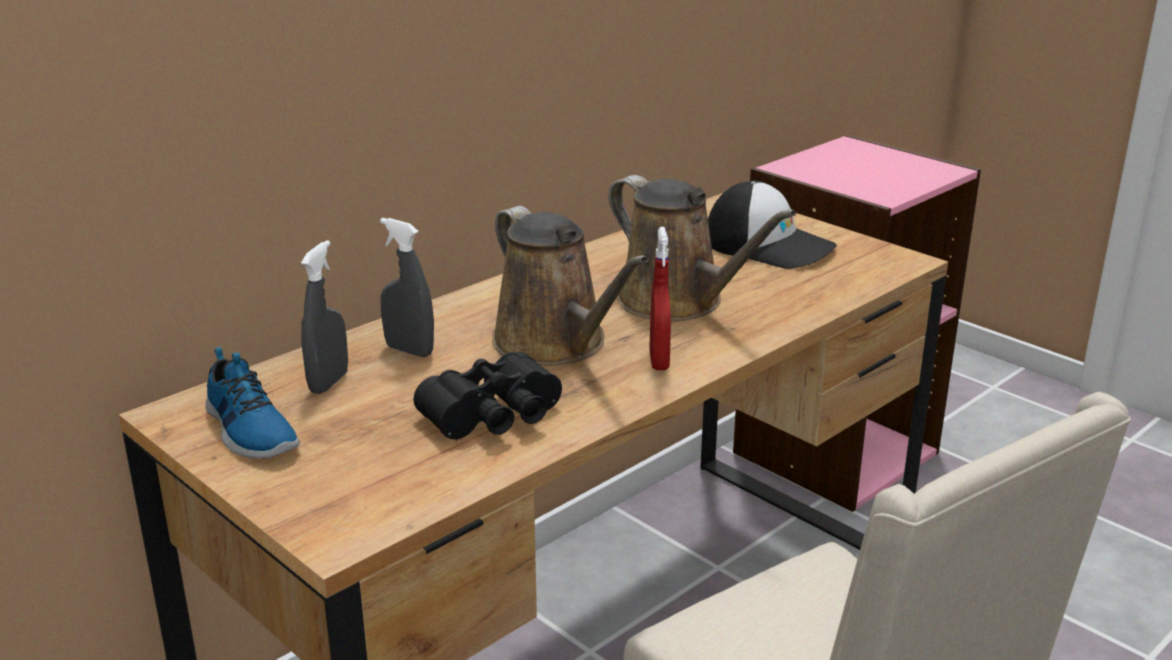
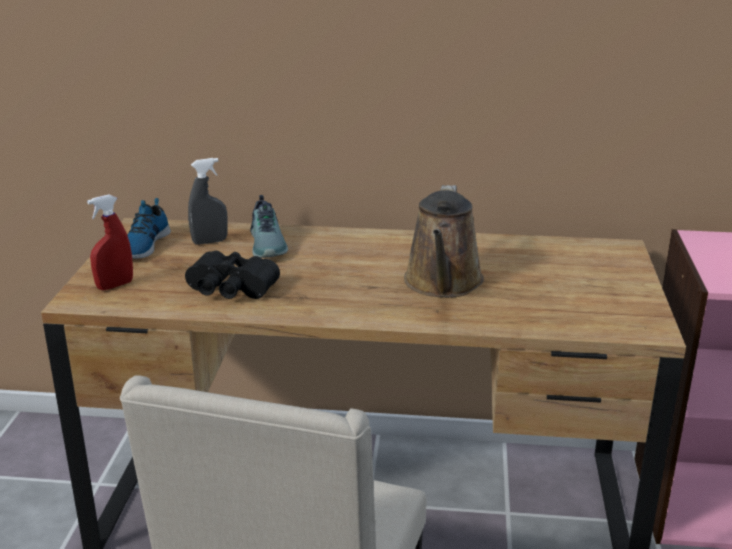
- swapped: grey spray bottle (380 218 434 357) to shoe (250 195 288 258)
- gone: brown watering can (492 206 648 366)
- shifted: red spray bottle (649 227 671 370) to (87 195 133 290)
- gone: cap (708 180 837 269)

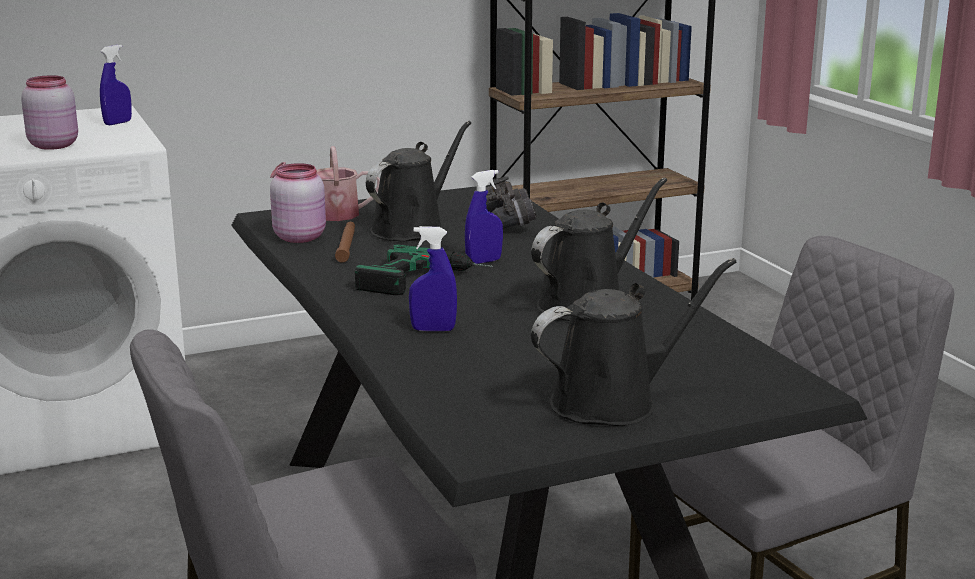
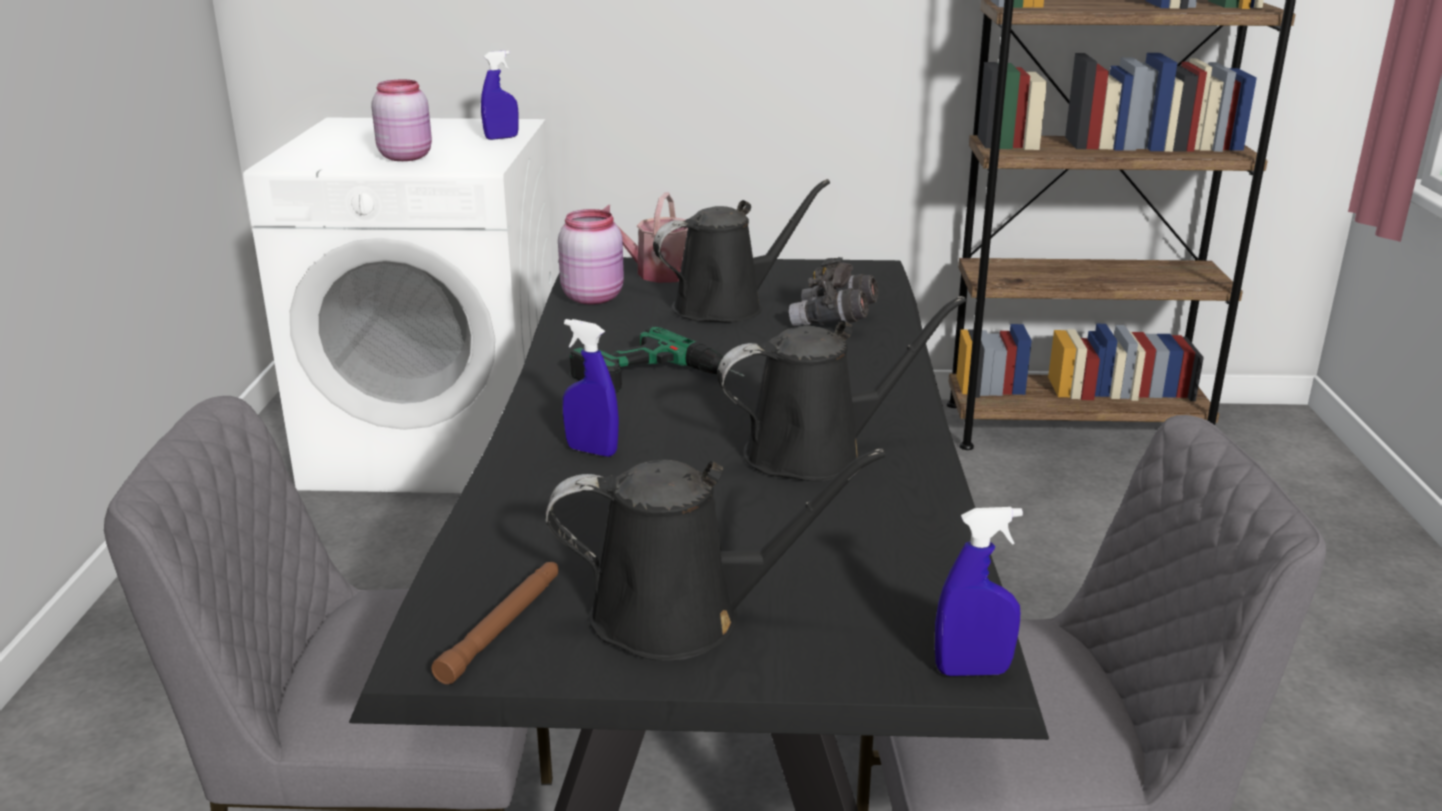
- shifted: brown flashlight (335 222 355 263) to (432 562 559 684)
- shifted: blue spray bottle (465 170 503 264) to (935 507 1023 676)

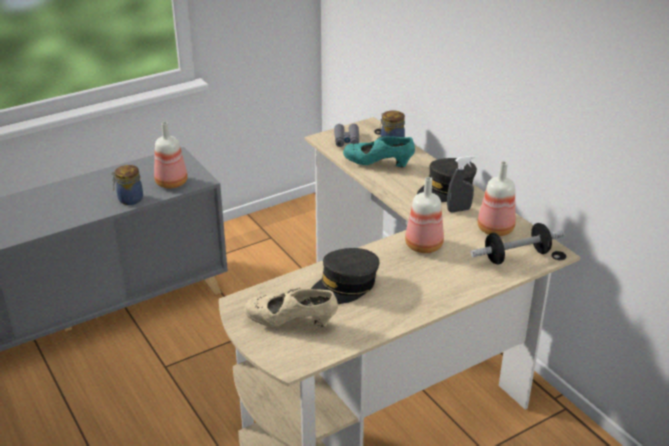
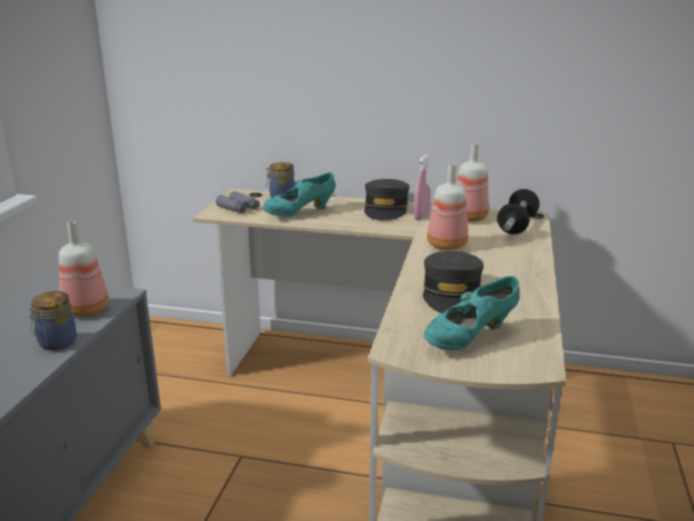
- repainted: beige shoe (244 288 338 327) to turquoise shoe (424 276 520 350)
- repainted: grey spray bottle (447 156 474 212) to pink spray bottle (414 154 431 220)

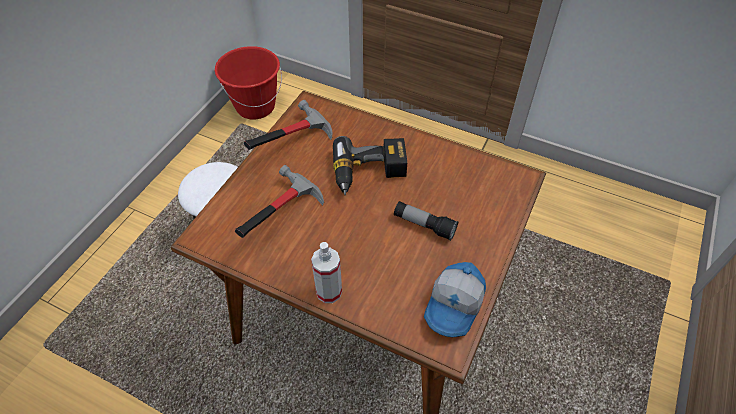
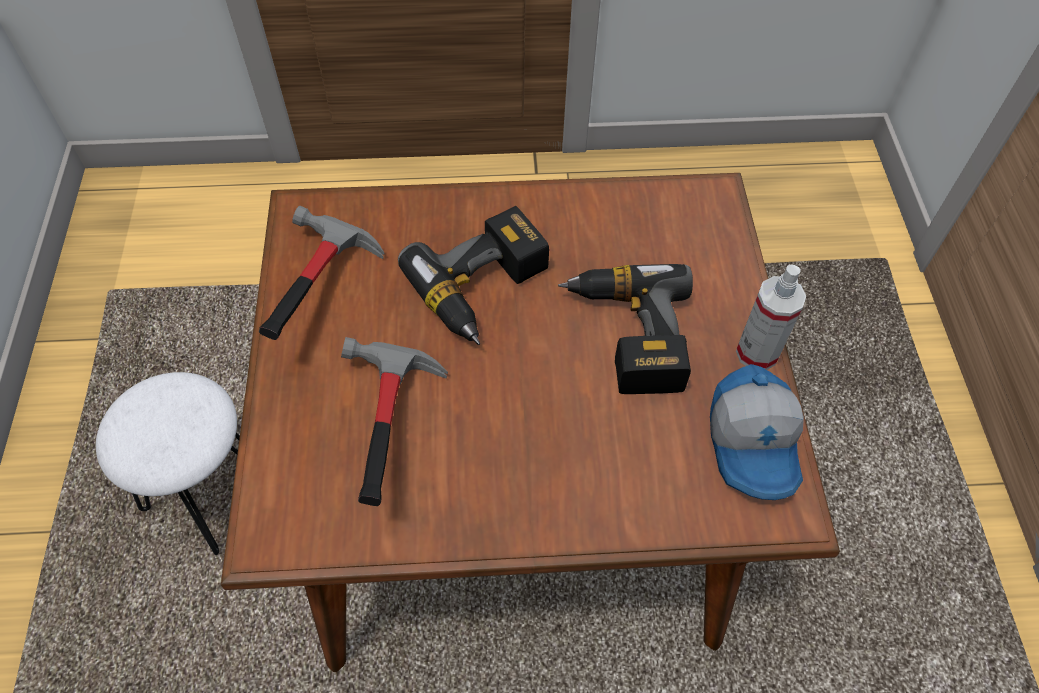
- gone: red bucket (215 46 282 120)
- shifted: spray bottle (311 242 342 303) to (736 265 806 370)
- swapped: flashlight (394 201 458 241) to power drill (558 264 693 394)

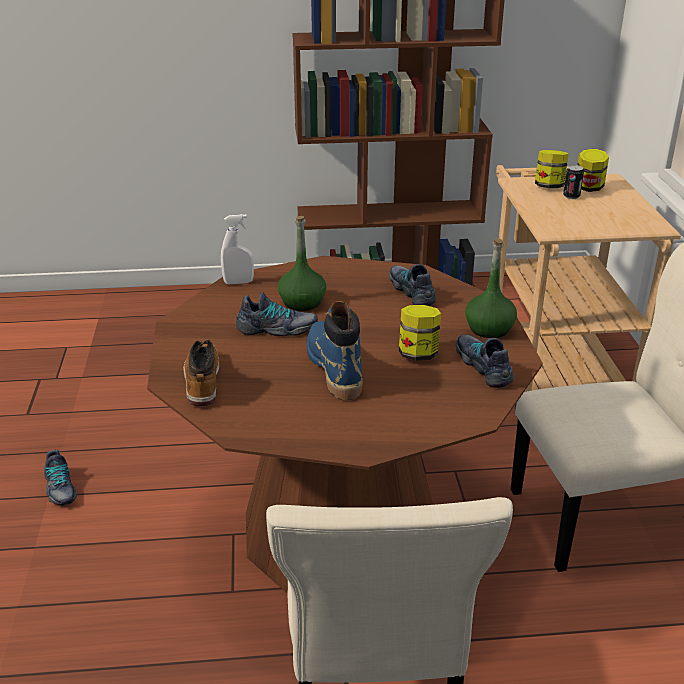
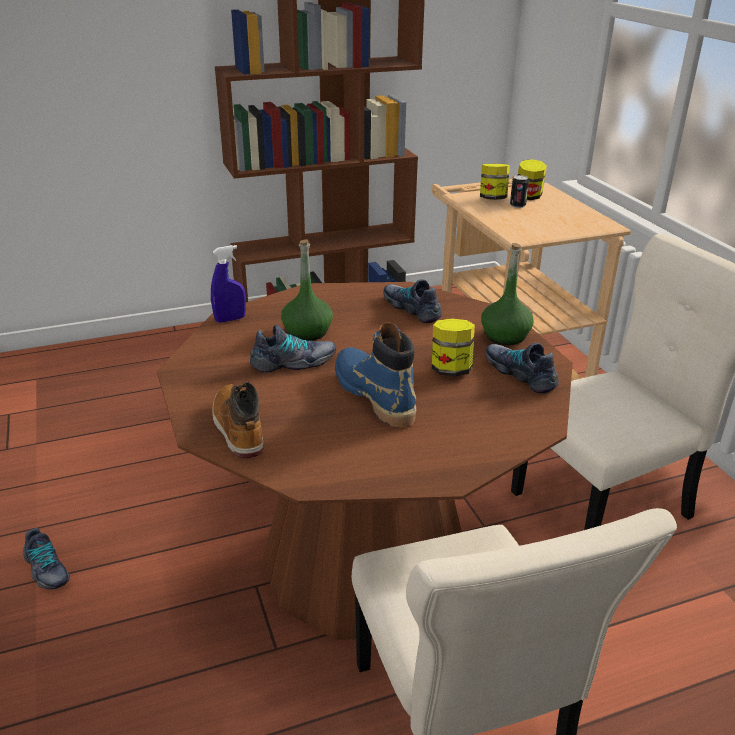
- repainted: white spray bottle (221 214 254 284) to blue spray bottle (211 245 246 323)

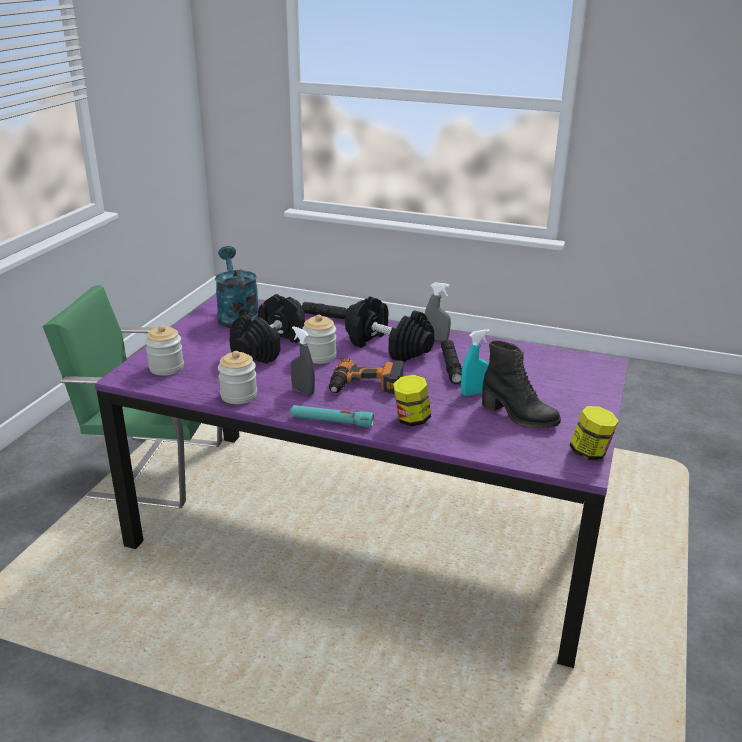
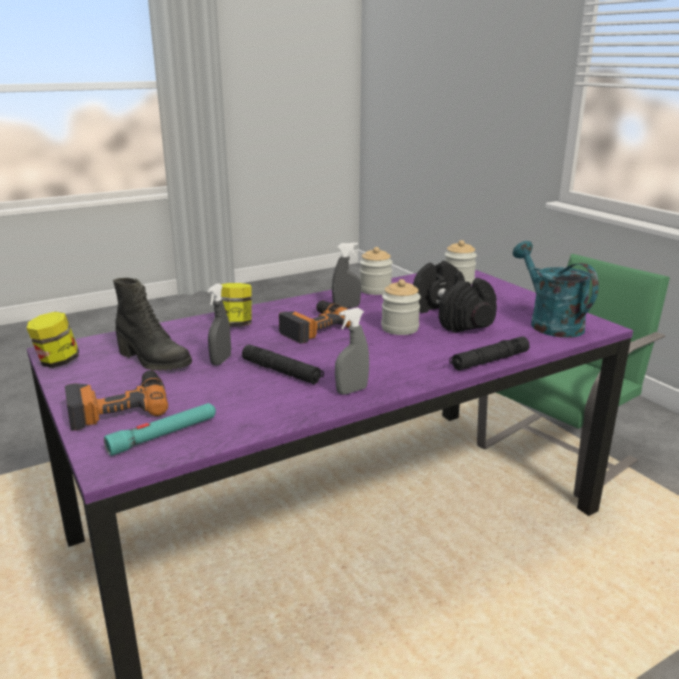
- rotated: turquoise watering can (215 246 258 328) = (513 241 599 338) 135 degrees counterclockwise
- shifted: turquoise flashlight (290 405 374 428) to (104 403 216 456)
- gone: black dumbbell (345 296 434 362)
- repainted: turquoise spray bottle (461 329 490 396) to grey spray bottle (208 283 231 366)
- rotated: black boot (482 341 561 428) = (113 278 192 371) 135 degrees counterclockwise
- new: power drill (65 370 168 431)

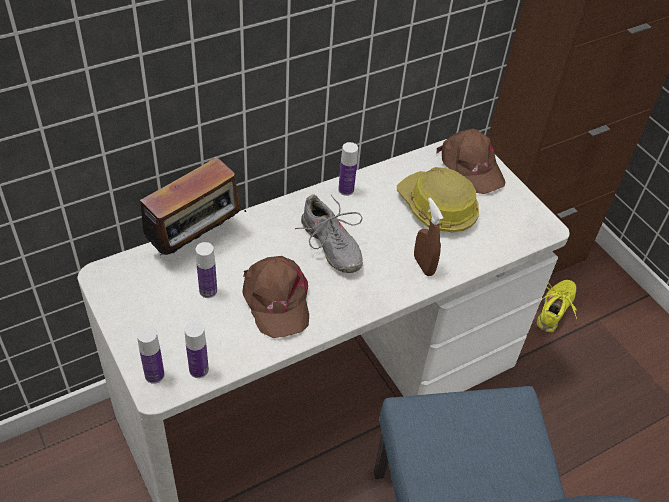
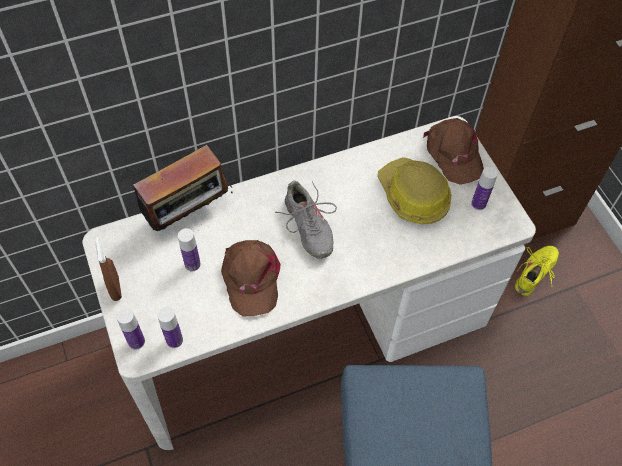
- shifted: bottle (338 142 358 196) to (471 166 498 210)
- shifted: brown spray bottle (414 198 443 276) to (95 237 122 301)

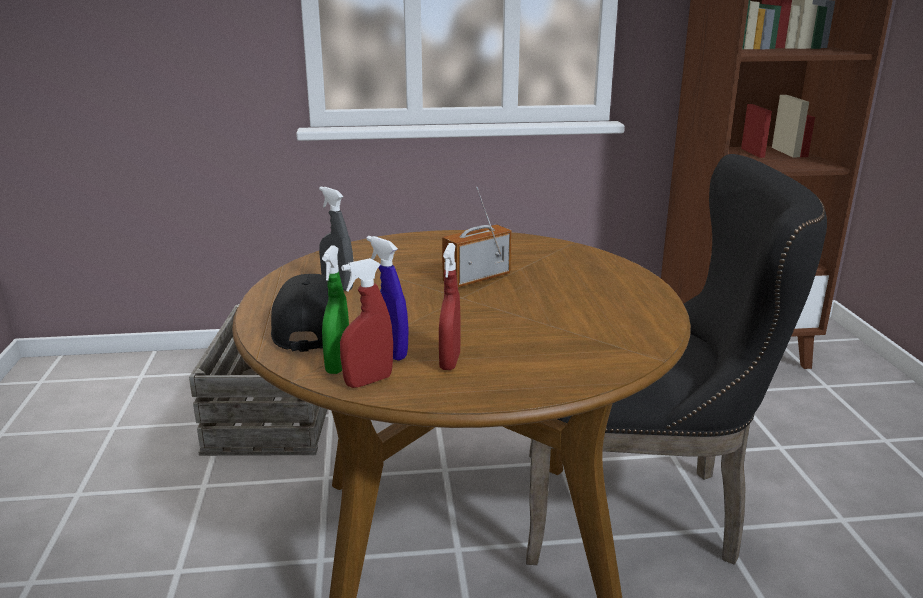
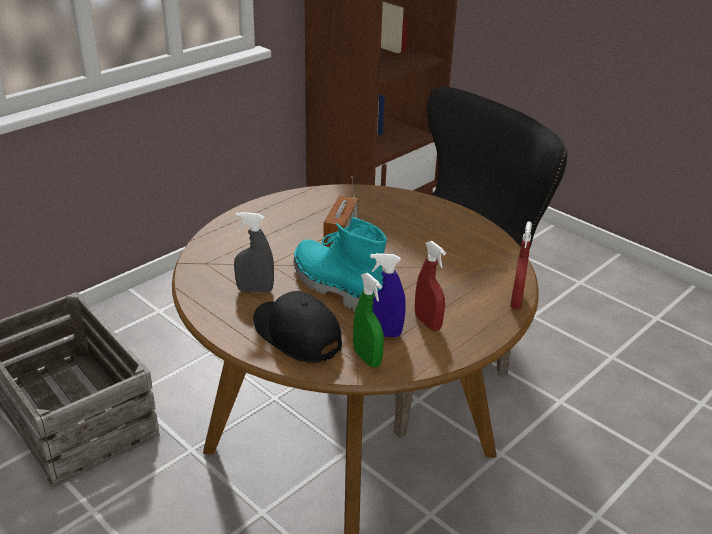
- shifted: red spray bottle (340 258 393 388) to (510 222 532 309)
- new: turquoise boot (294 217 387 312)

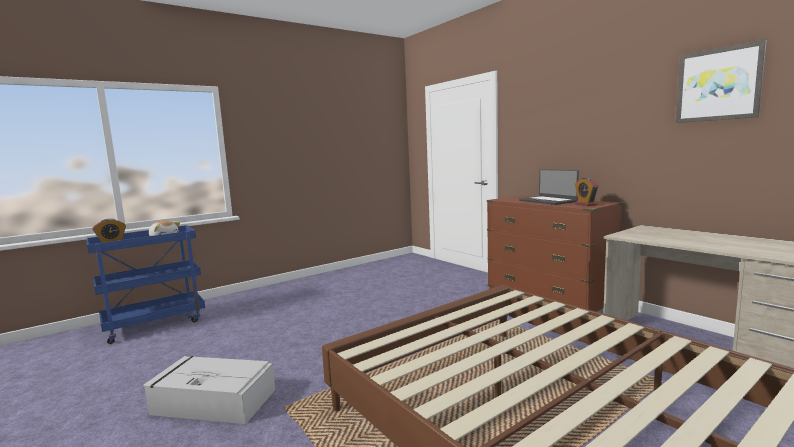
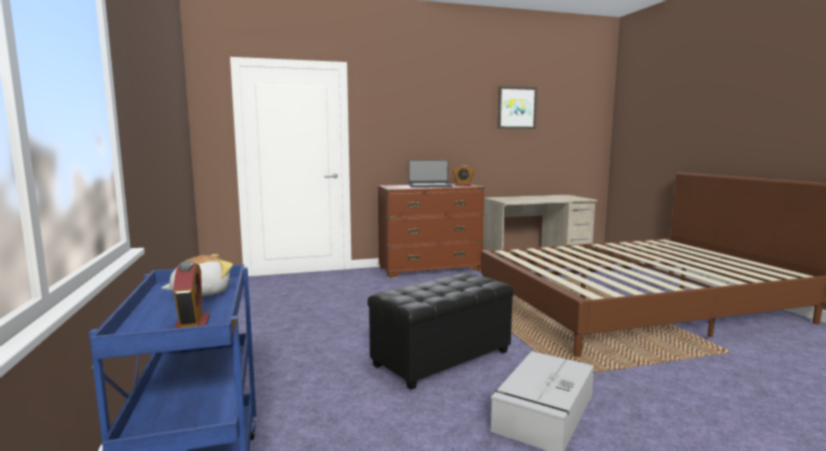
- new: black ottoman (368 273 514 390)

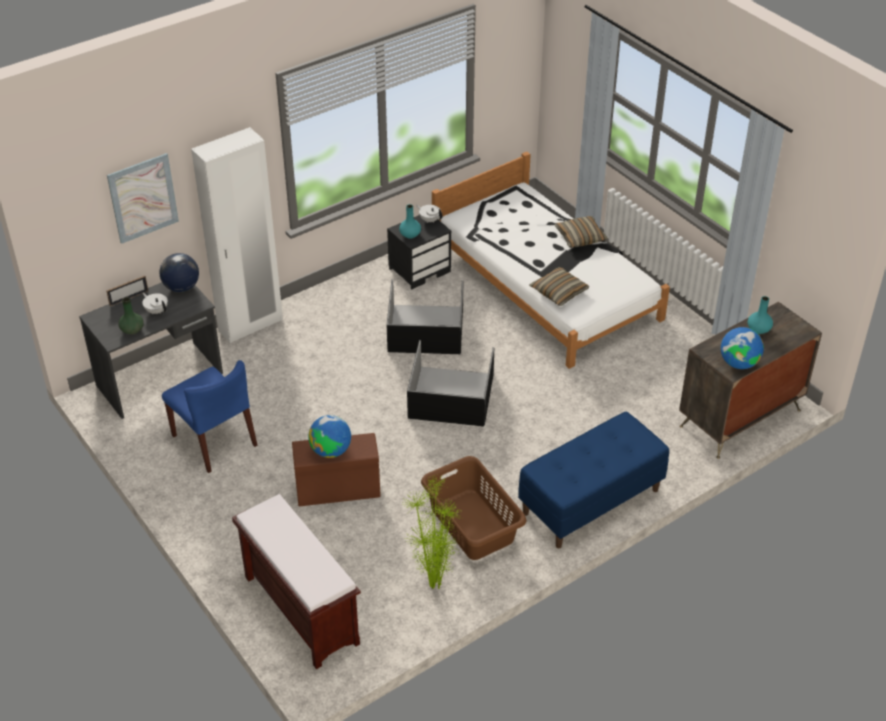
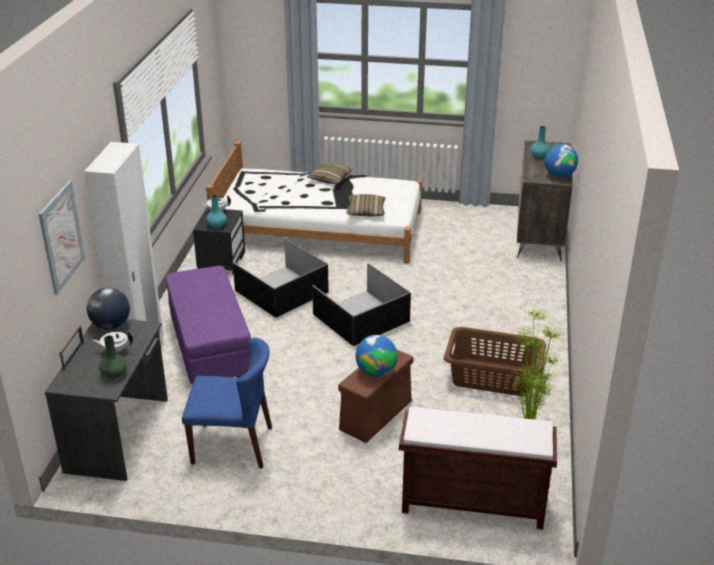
- gone: blue bench (518 412 669 548)
- new: purple ottoman (165 266 251 385)

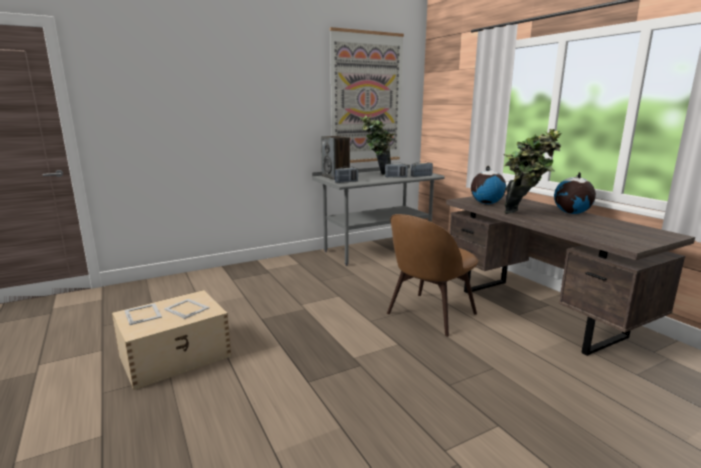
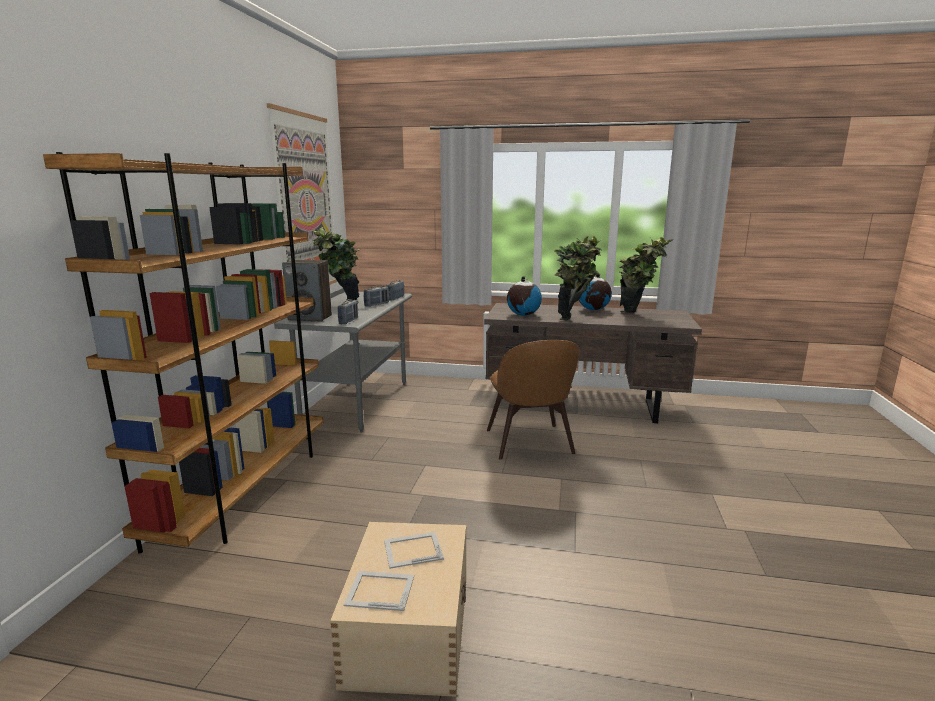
- new: brown bookcase (43 152 323 554)
- new: potted plant (619 237 673 313)

